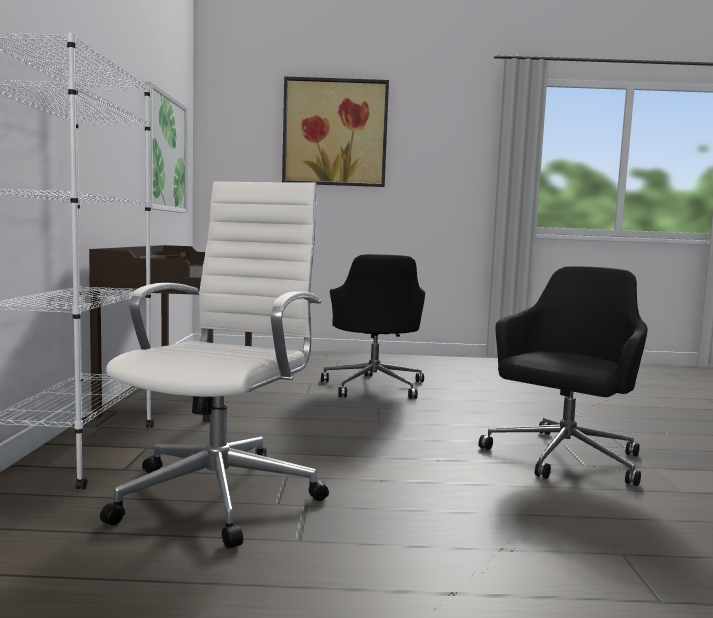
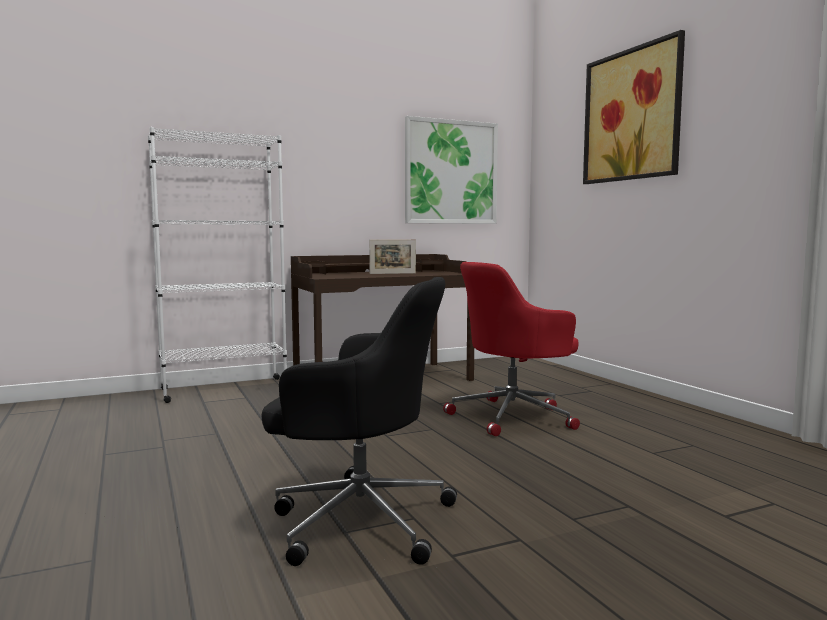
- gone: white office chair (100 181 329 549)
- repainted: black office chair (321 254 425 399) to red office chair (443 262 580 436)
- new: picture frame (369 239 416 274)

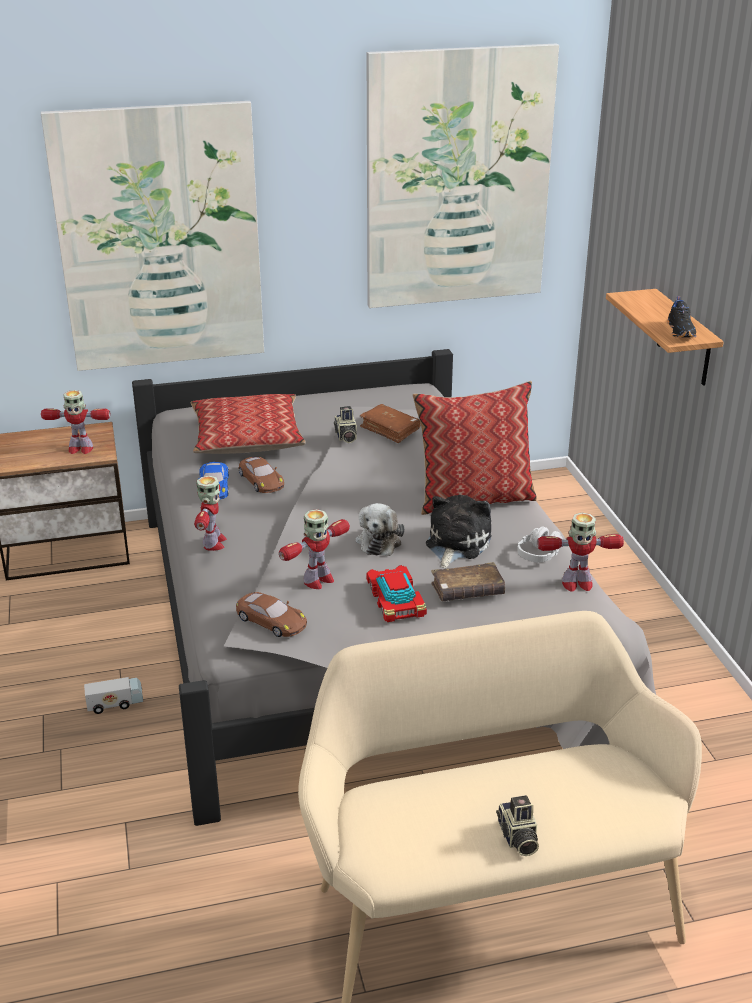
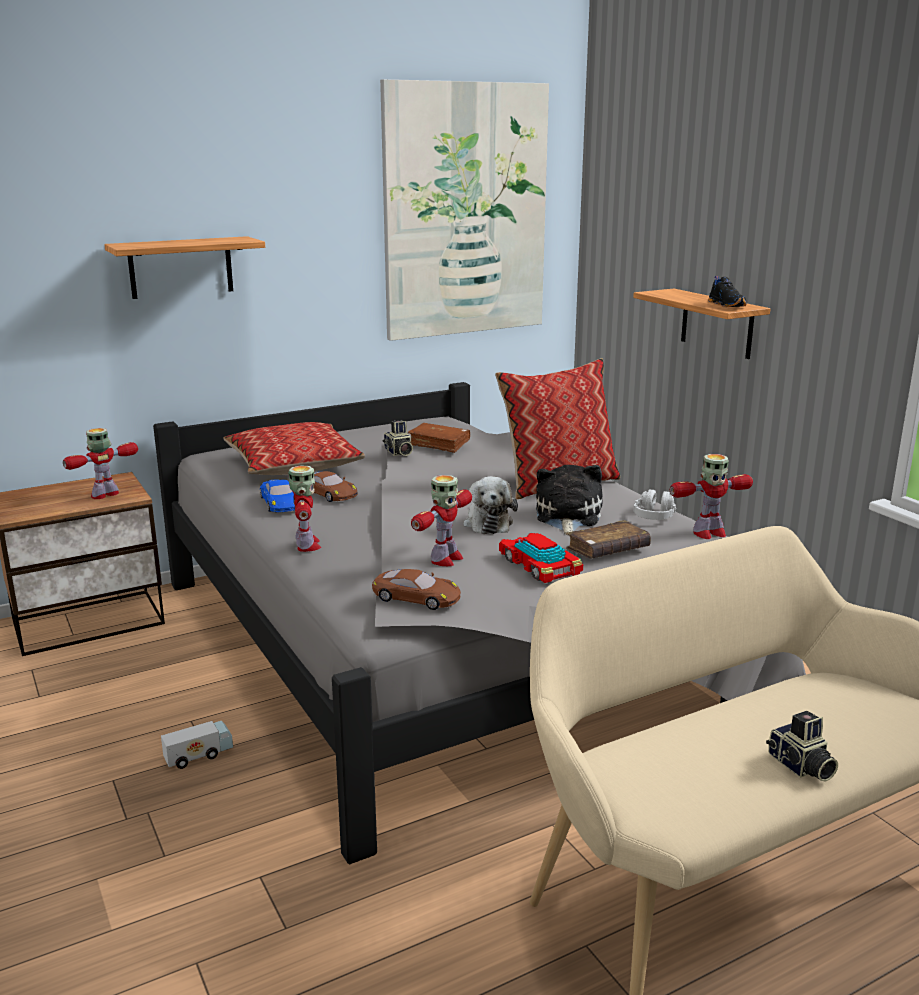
- swapped: picture (41 101 264 371) to shelf (104 236 265 299)
- rotated: toy robot (41 390 110 454) = (63 428 138 499) 150 degrees clockwise

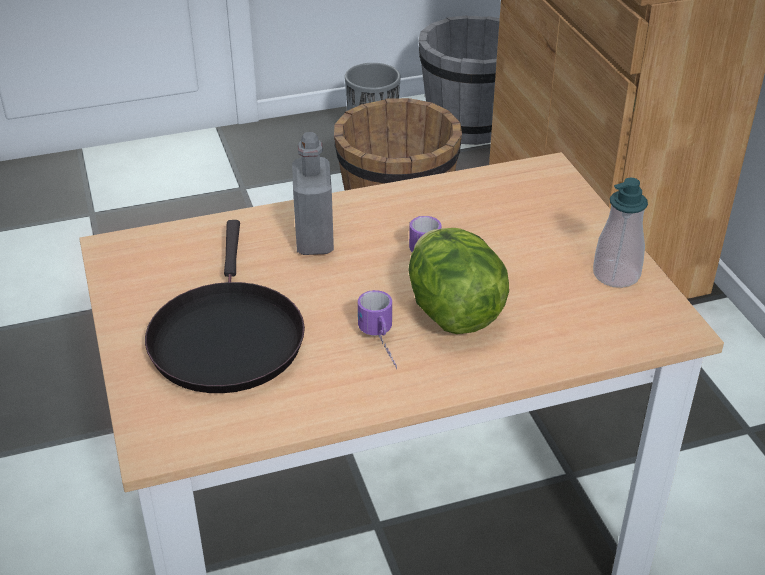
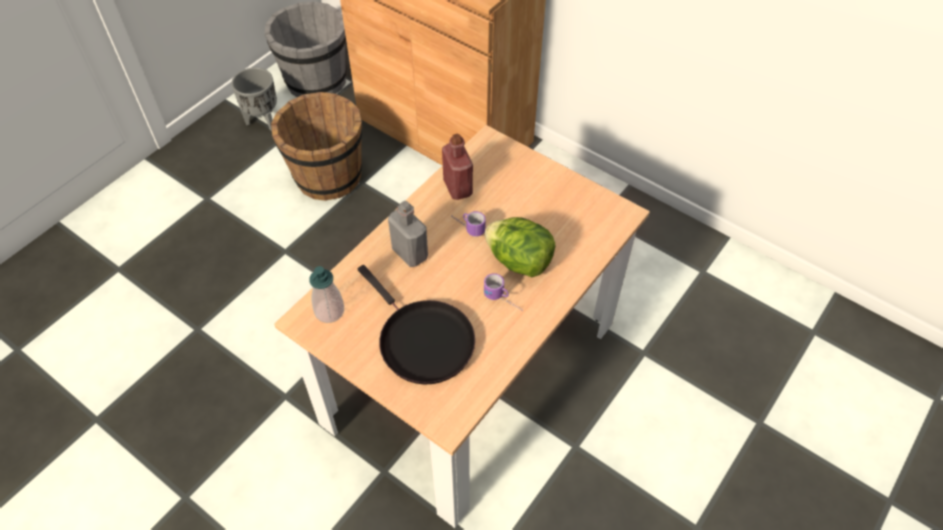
- shifted: soap dispenser (593 178 648 288) to (309 266 344 323)
- new: red bottle (442 134 473 200)

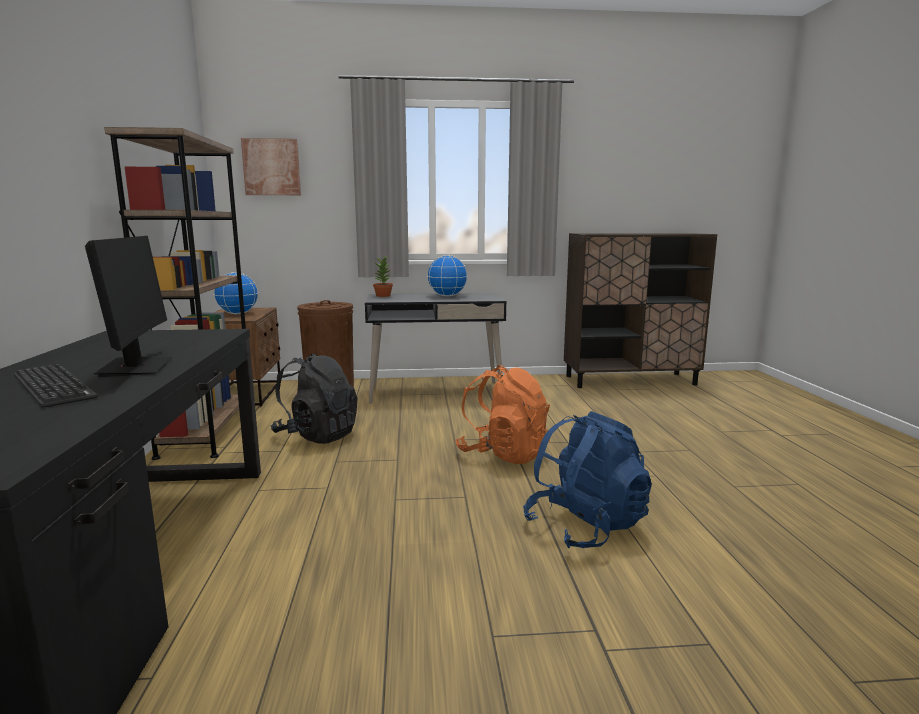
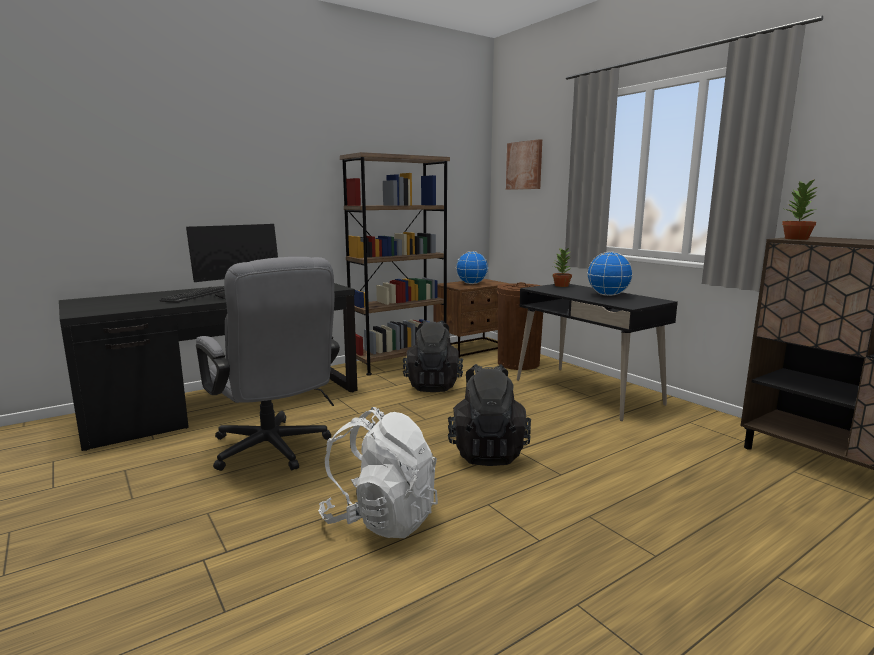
- repainted: orange backpack (455 365 550 464) to black backpack (448 364 531 466)
- repainted: blue backpack (523 411 652 548) to white backpack (318 407 438 538)
- new: grey office chair (196 257 340 471)
- new: potted plant (782 178 817 240)

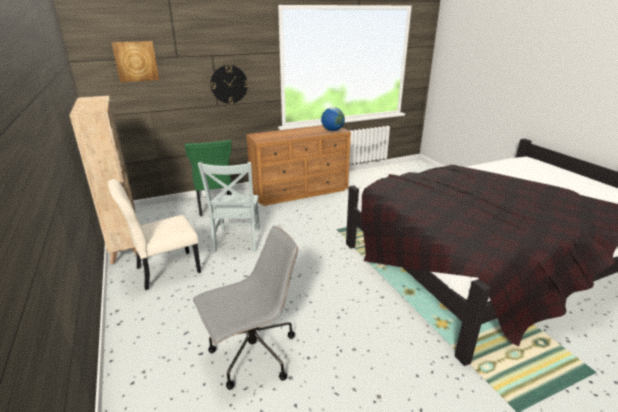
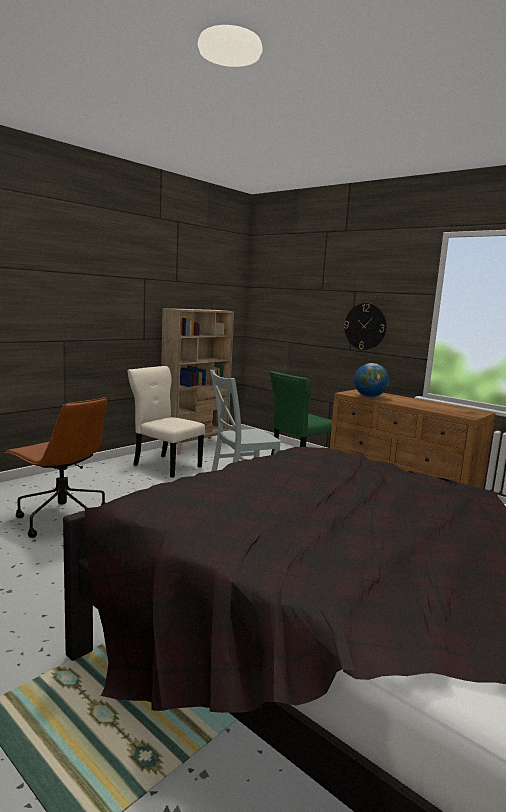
- gone: picture (112 41 159 82)
- repainted: grey office chair (193 225 298 390) to brown office chair (5 397 107 538)
- shifted: globe (321 107 345 131) to (354 363 389 397)

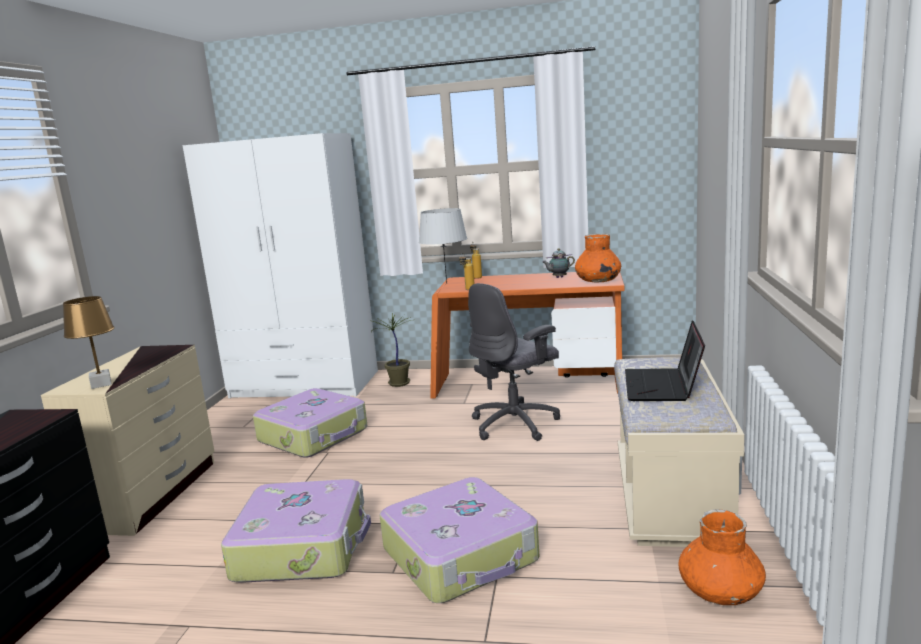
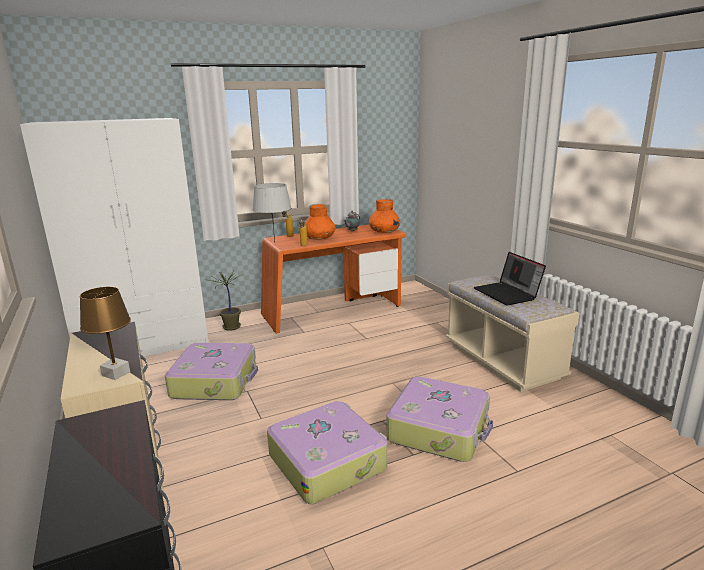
- gone: grey office chair (468 283 560 441)
- shifted: orange vase (678 509 766 605) to (305 204 336 240)

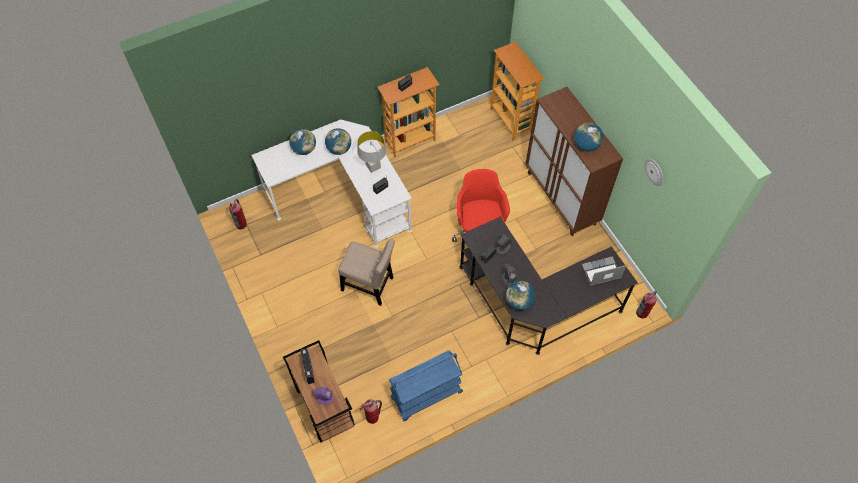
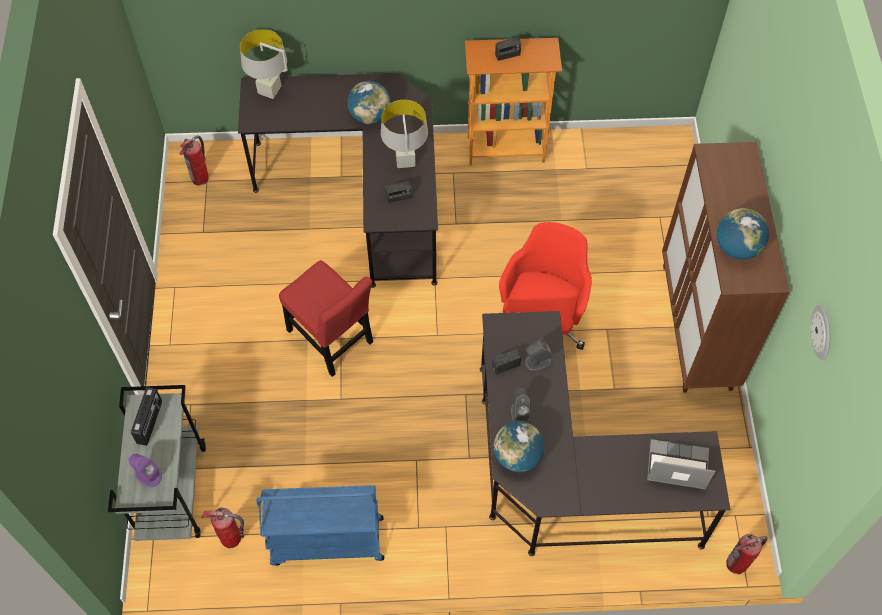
- repainted: white desk (251 119 412 248) to black desk (238 73 438 288)
- repainted: brown cart (283 340 355 442) to grey cart (108 385 206 541)
- gone: globe (289 129 316 155)
- repainted: beige chair (338 239 395 306) to red chair (279 260 373 377)
- gone: bookcase (490 42 544 140)
- new: grey table lamp (240 29 288 99)

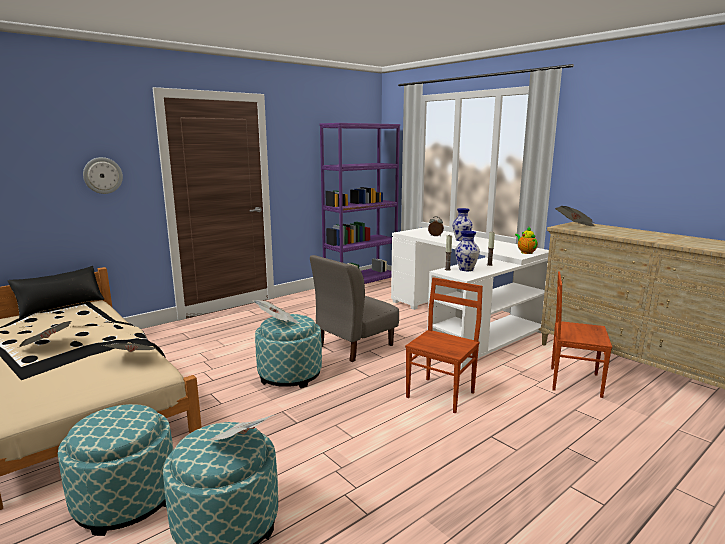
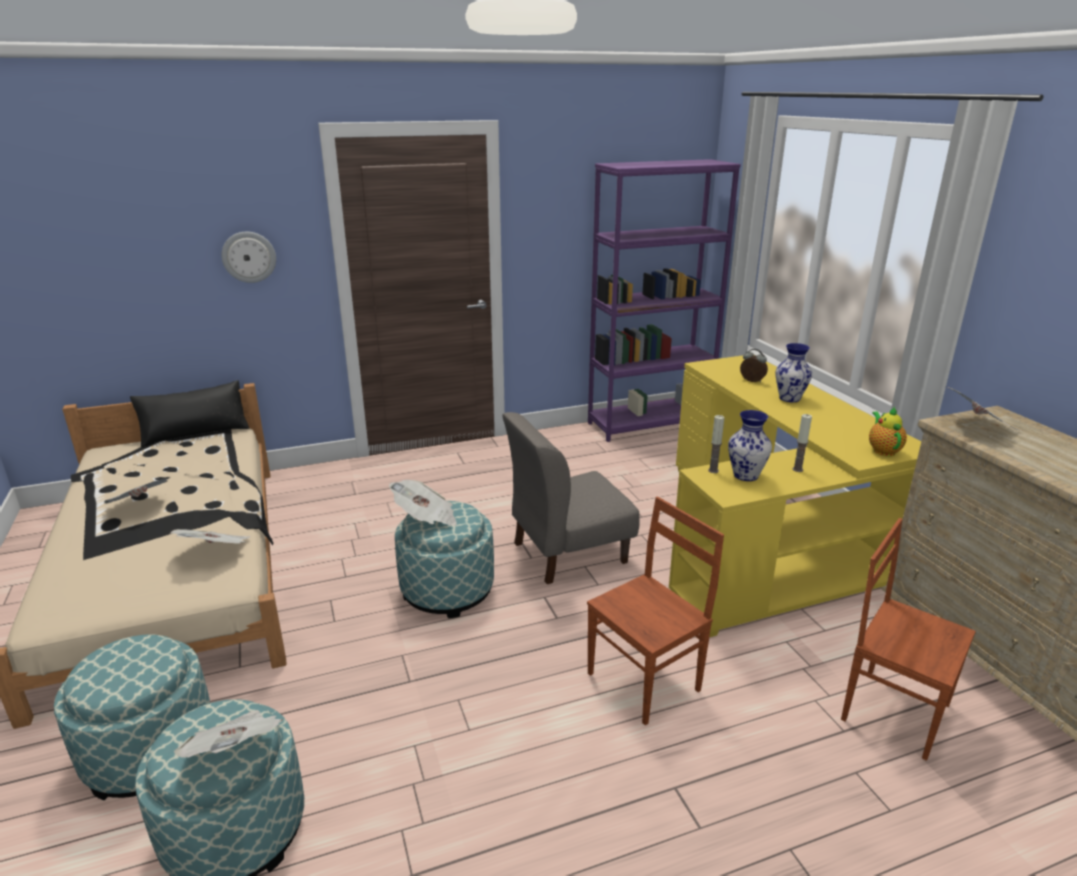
- repainted: white desk (391 227 549 369) to yellow desk (669 355 921 637)

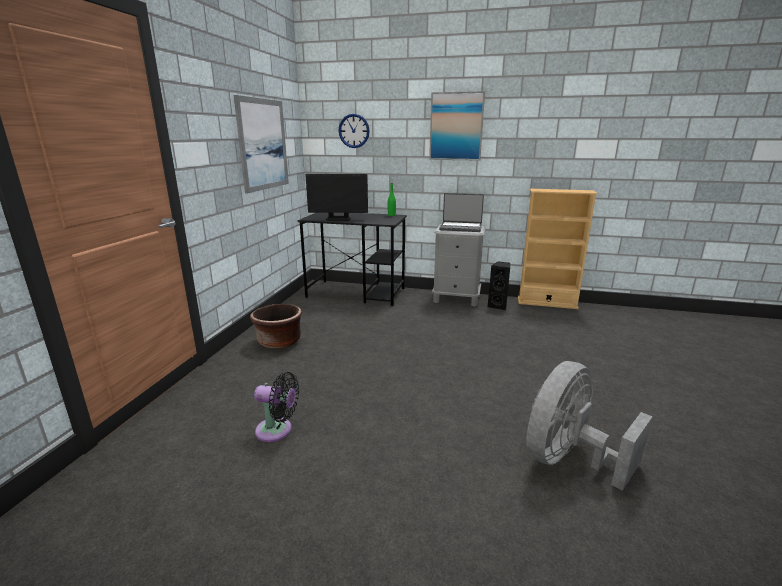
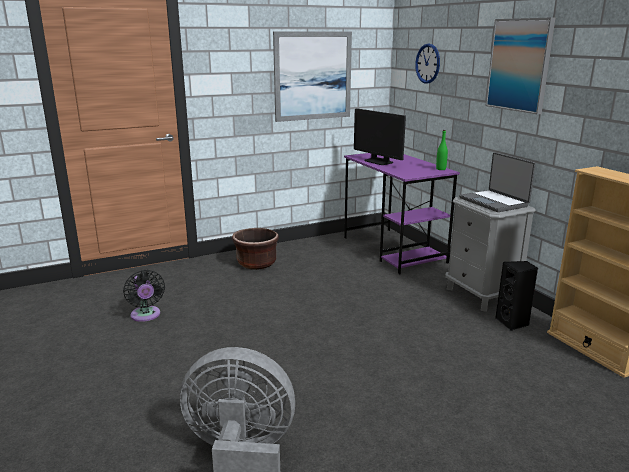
- repainted: black desk (298 213 407 306) to purple desk (344 153 460 274)

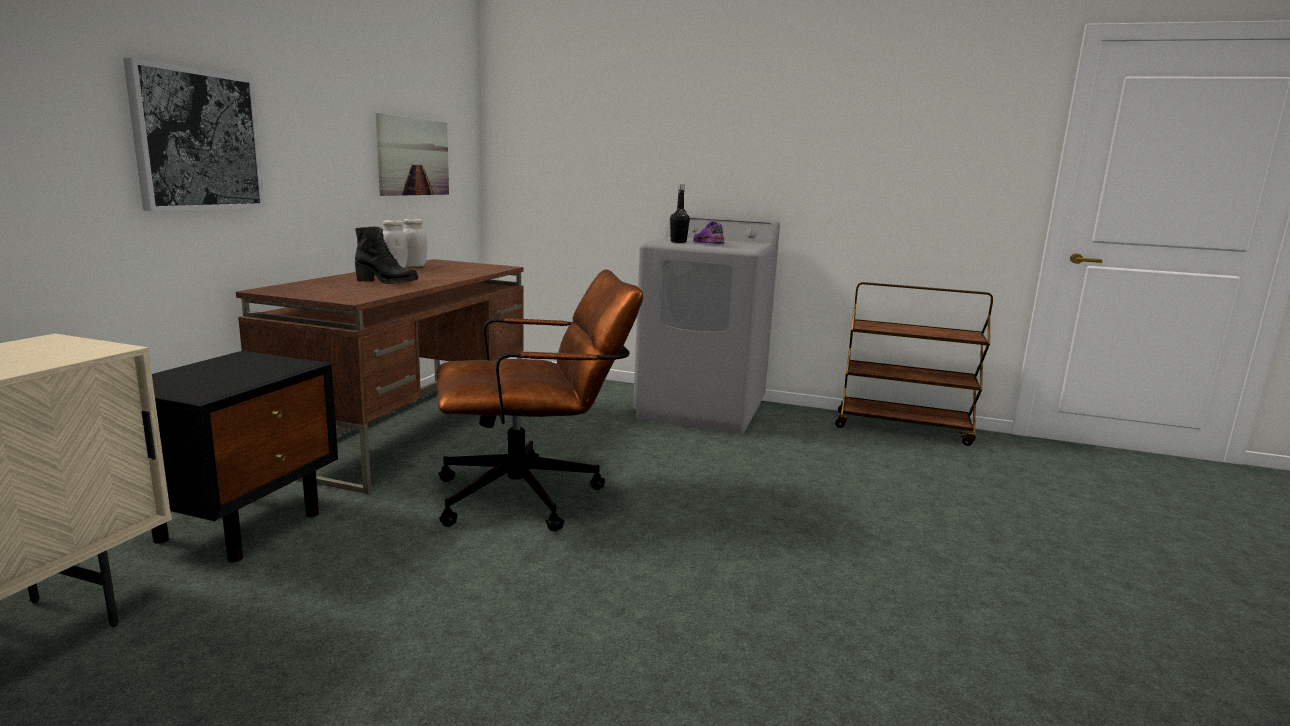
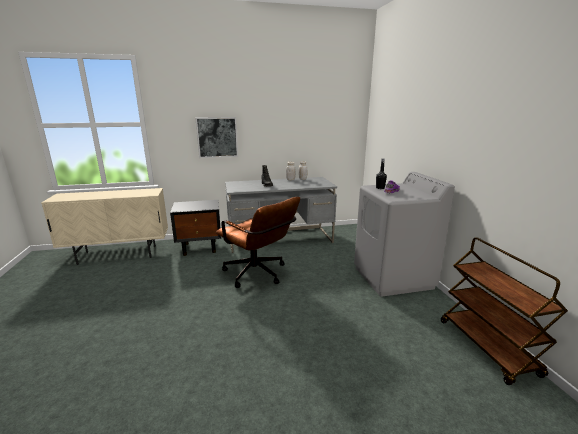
- repainted: brown desk (236 259 523 494) to grey desk (225 177 337 253)
- gone: picture (376 113 449 196)

